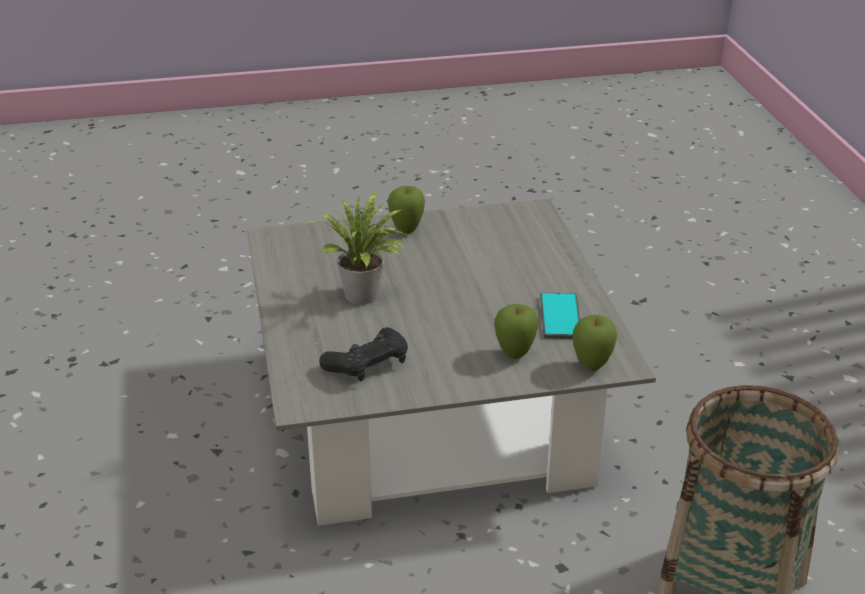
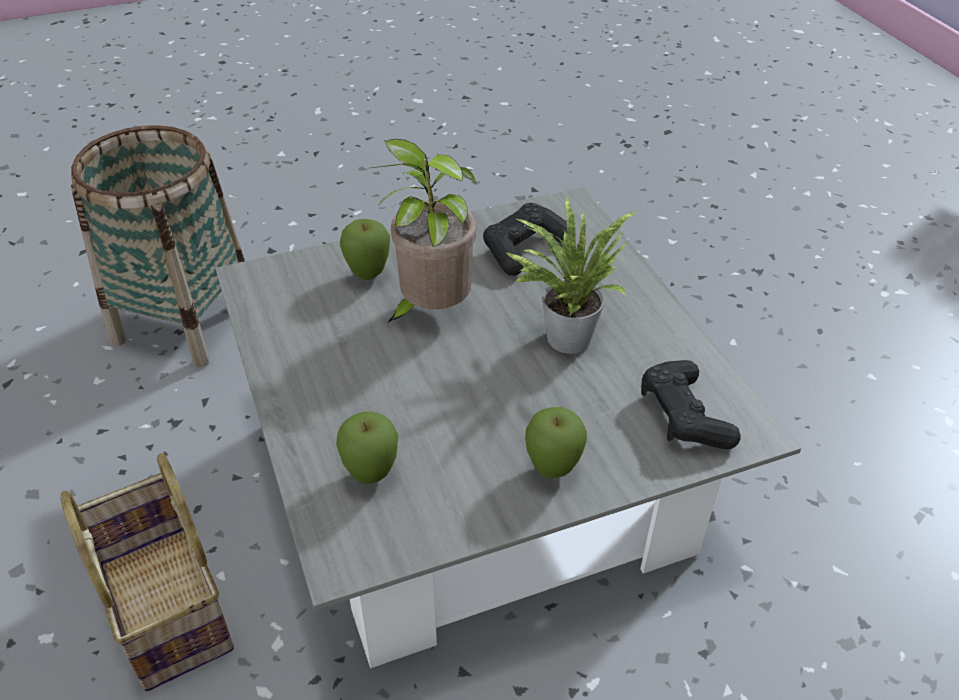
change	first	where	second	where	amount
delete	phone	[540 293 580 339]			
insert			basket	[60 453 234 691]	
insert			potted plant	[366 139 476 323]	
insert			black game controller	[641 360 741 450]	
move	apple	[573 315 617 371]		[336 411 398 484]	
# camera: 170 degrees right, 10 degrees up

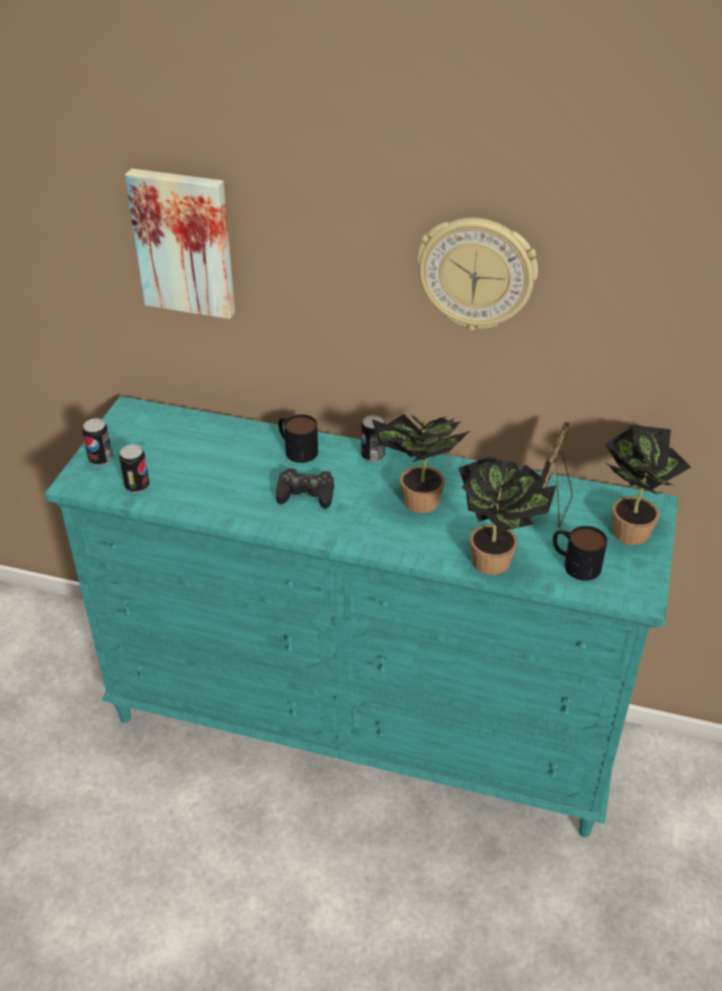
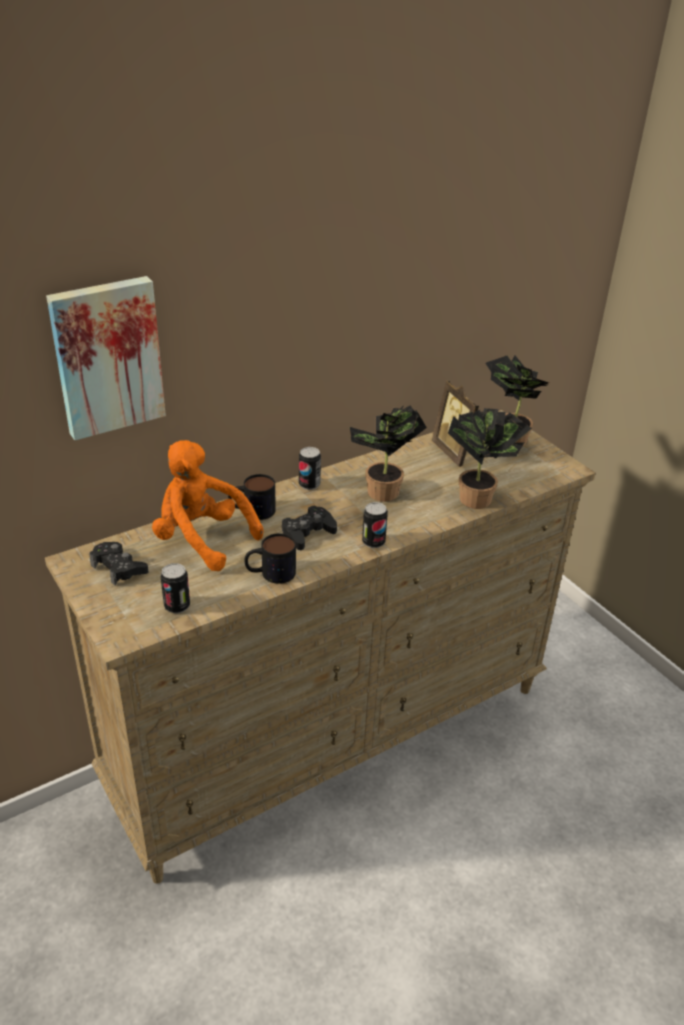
change	first	where	second	where	amount
delete	wall clock	[417 218 538 330]			
insert			black game controller	[89 542 148 585]	
insert			orange plush toy	[152 440 263 571]	
move	can	[82 418 113 466]		[362 502 388 548]	
move	mug	[553 526 607 581]		[244 533 296 584]	
recolor	turquoise dresser	[45 396 678 837]	beige dresser	[45 410 596 884]	
# camera: 50 degrees left, 5 degrees down

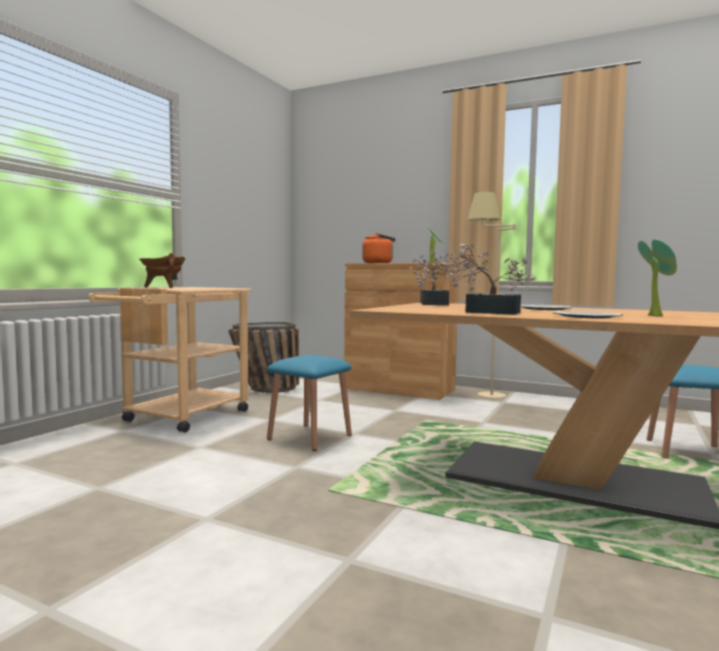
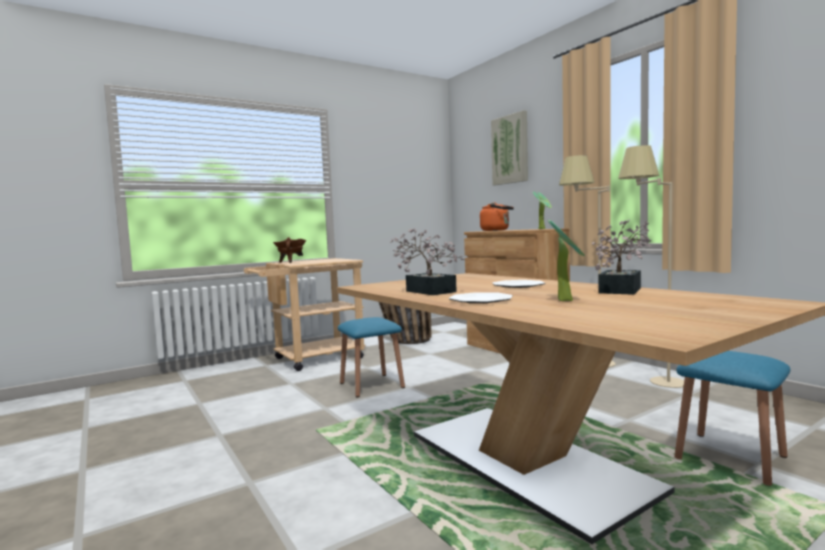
change	first	where	second	where	amount
insert			picture	[491 110 528 185]	
insert			beige floor lamp	[618 145 684 388]	
move	potted plant	[410 251 456 305]		[591 220 652 295]	
# camera: 30 degrees right, 0 degrees up

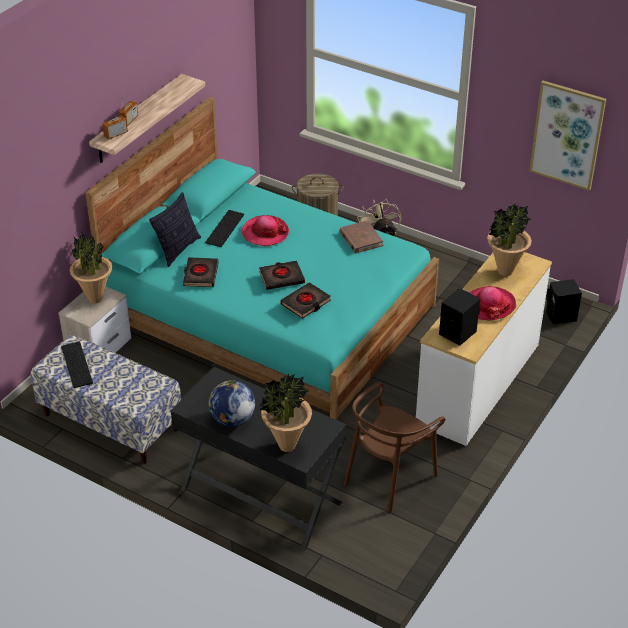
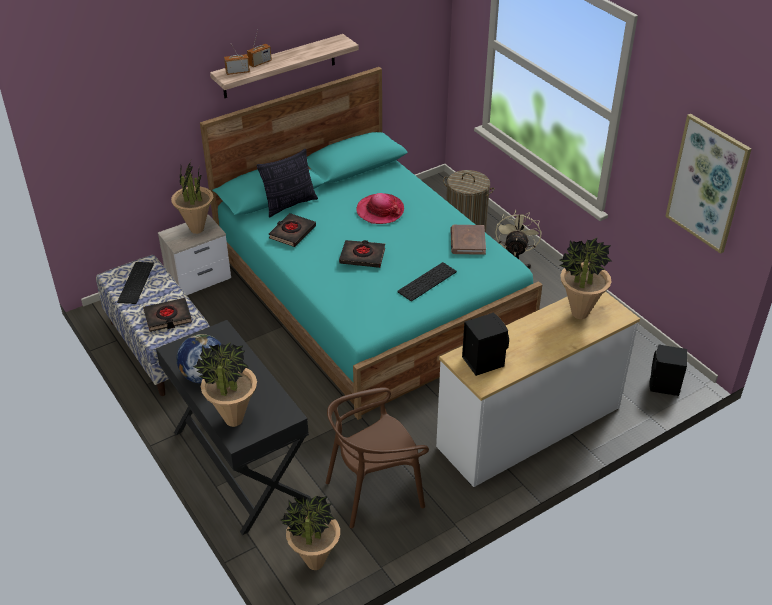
change	first	where	second	where	amount
delete	hat	[469 286 516 320]			
insert			potted plant	[280 496 340 570]	
move	keyboard	[205 210 244 247]		[397 262 457 301]	
move	black book	[280 282 331 319]		[143 298 192 332]	
# camera: 25 degrees right, 0 degrees up

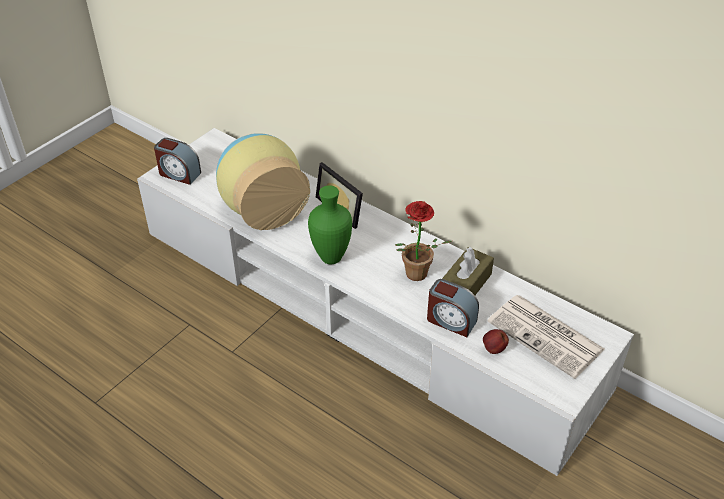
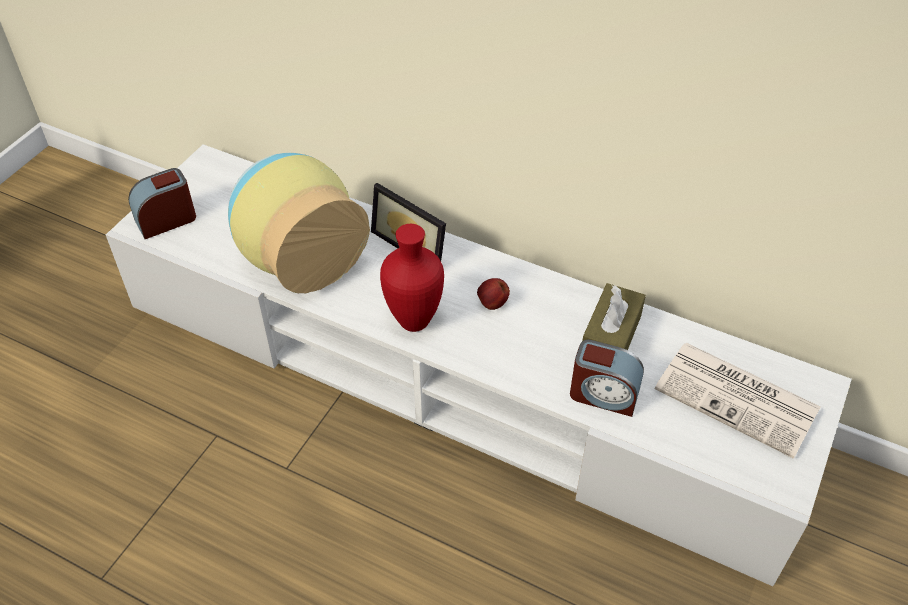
change	first	where	second	where	amount
delete	potted plant	[395 201 452 281]			
move	apple	[483 329 509 354]		[477 278 510 310]	
recolor	green vase	[308 186 352 264]	red vase	[380 224 444 332]	
rotate	alarm clock	[154 138 201 185]		[128 168 196 239]	135 degrees clockwise
# camera: 10 degrees left, 5 degrees up

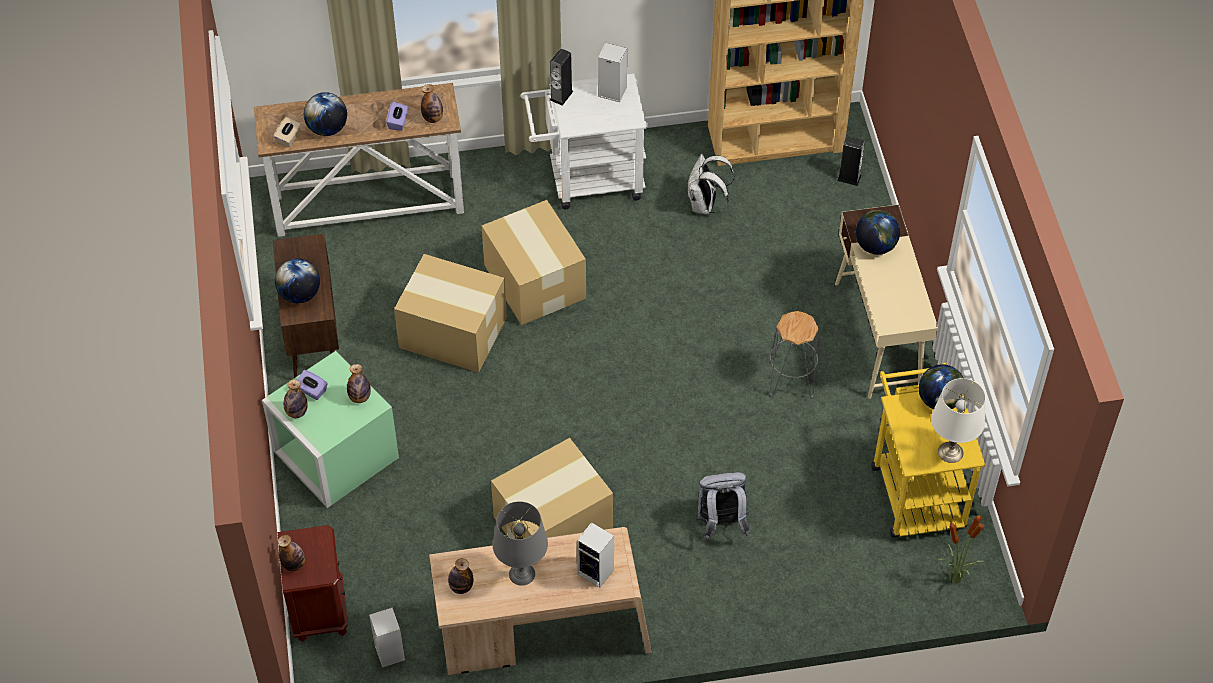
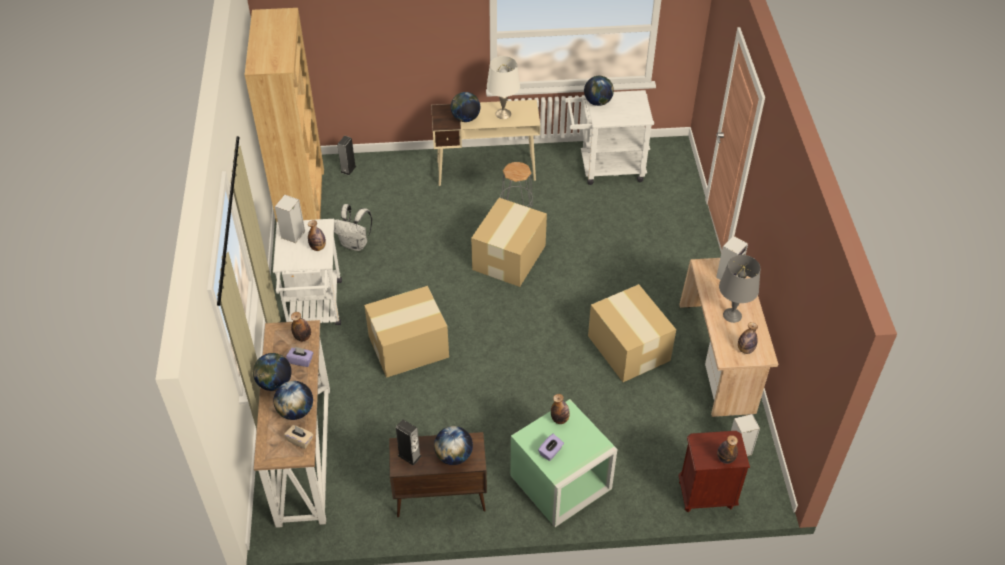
change	first	where	second	where	amount
delete	grey backpack	[696 472 750 540]			
delete	potted plant	[938 512 984 584]			
insert			globe	[253 353 292 391]	
move	bottle	[284 379 308 418]		[308 220 326 251]	
move	cardboard box	[394 254 507 373]		[471 198 547 287]	
move	speaker	[550 48 574 106]		[396 419 422 466]	
move	white table lamp	[931 378 986 463]		[487 56 520 119]	
recolor	yellow cart	[871 363 986 537]	white cart	[565 90 654 185]	
# camera: 85 degrees left, 5 degrees down

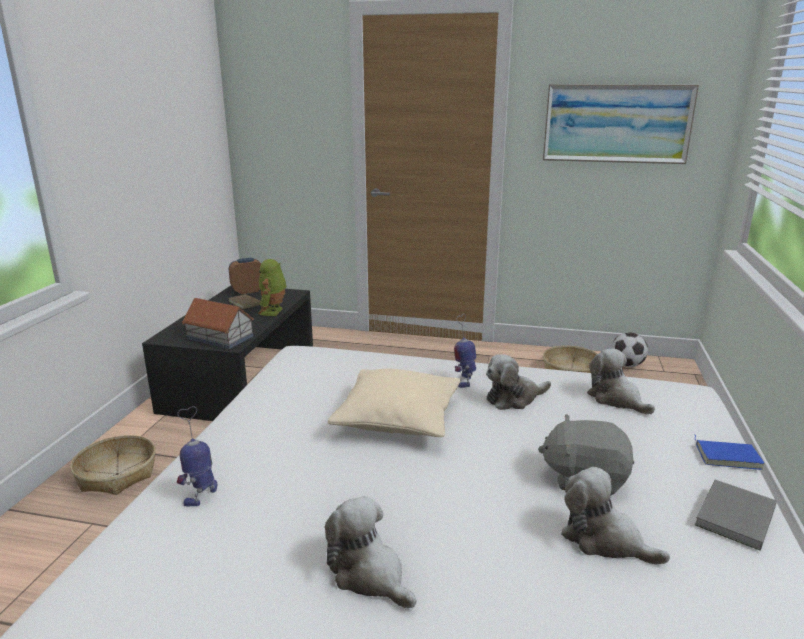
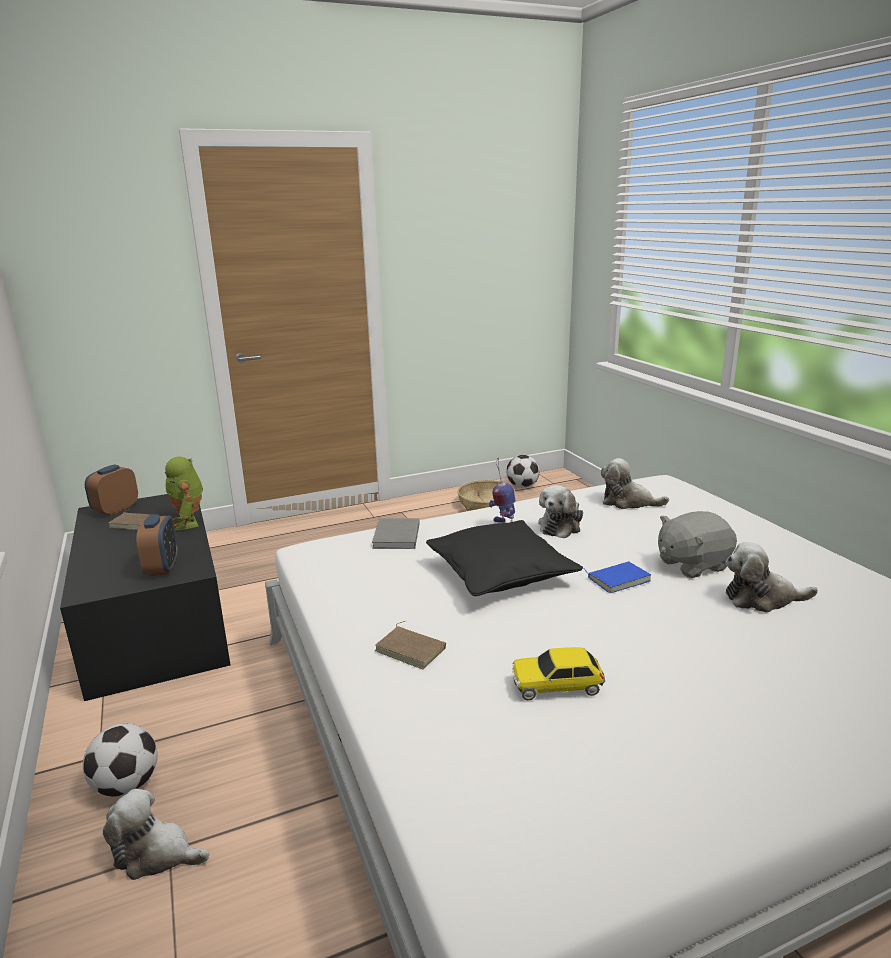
change	first	where	second	where	amount
delete	toy robot	[177 406 218 506]			
delete	picture	[543 84 699 164]			
insert			brown book	[375 621 446 669]	
insert			toy car	[512 647 605 701]	
move	plush toy	[325 496 416 608]		[103 789 209 880]	
move	blue book	[695 435 765 470]		[583 561 651 593]	
move	grey book	[695 480 777 551]		[372 518 420 549]	
replace	basket	[70 435 156 495]	football	[83 724 158 797]	
replace	toy house	[182 298 254 349]	alarm clock	[136 514 178 576]	
recolor	beige pillow	[328 369 461 437]	black pillow	[426 520 583 596]	
# camera: 35 degrees left, 0 degrees up

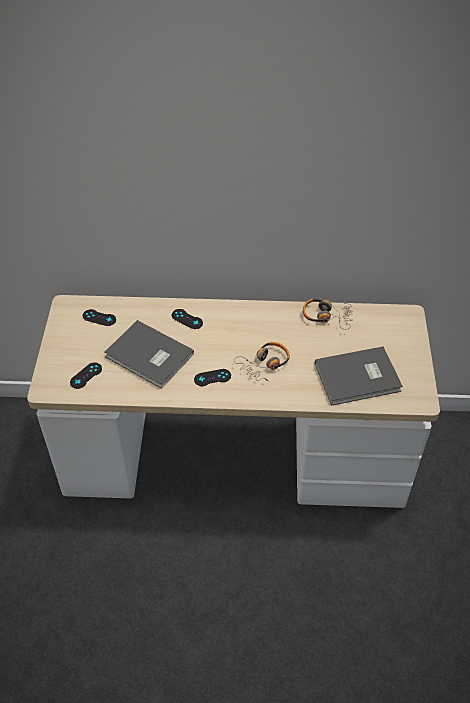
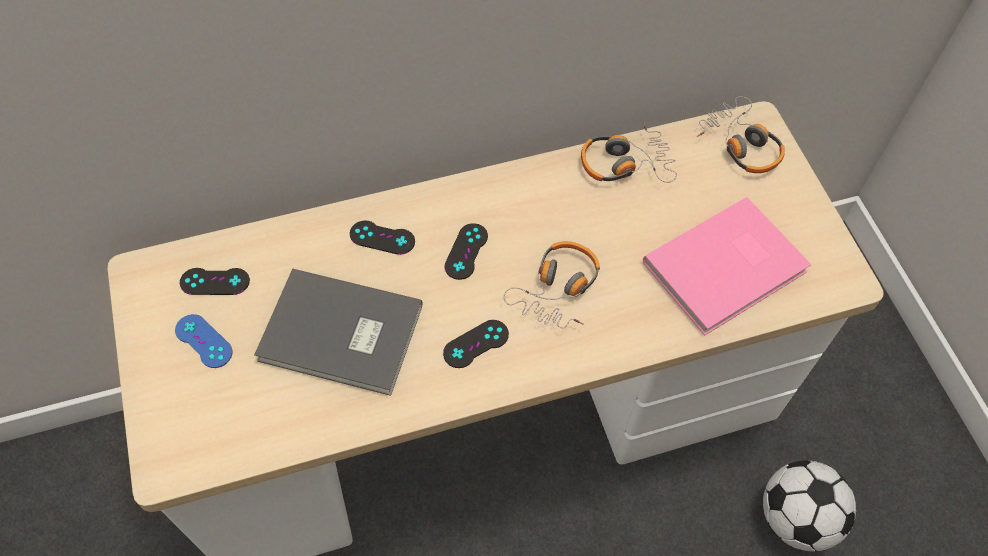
change	first	where	second	where	amount
insert			blue game controller	[175 314 233 368]	
insert			headphones	[697 96 785 173]	
insert			football	[763 460 856 552]	
move	black game controller	[70 362 102 389]		[444 223 488 280]	
recolor	grey book	[315 347 403 406]	pink book	[643 197 812 336]	
# camera: 20 degrees left, 10 degrees up

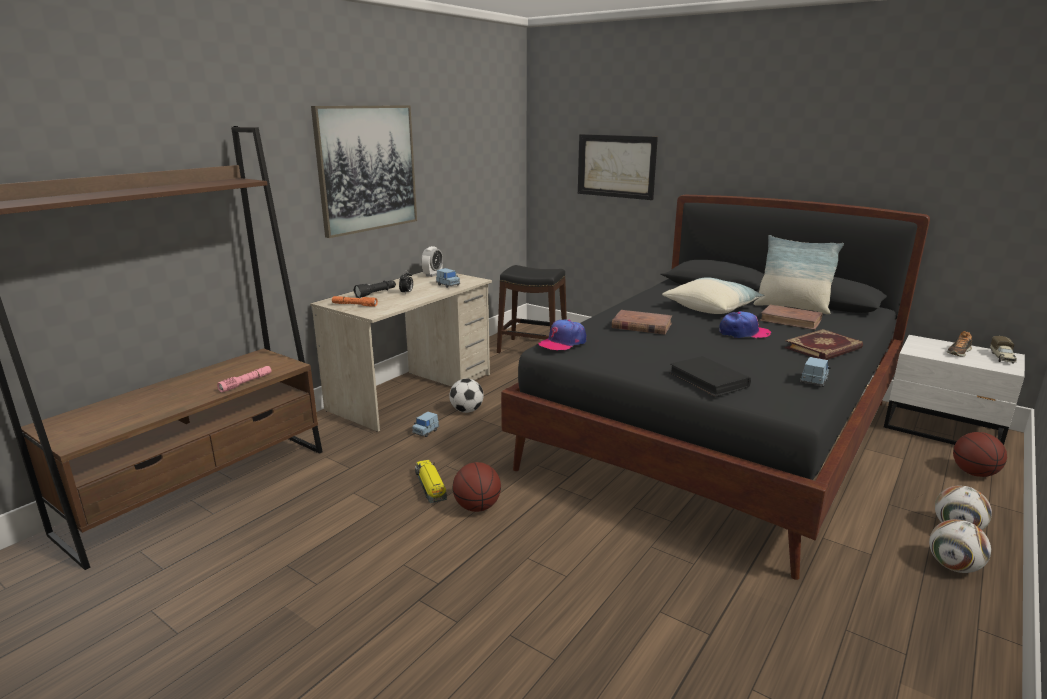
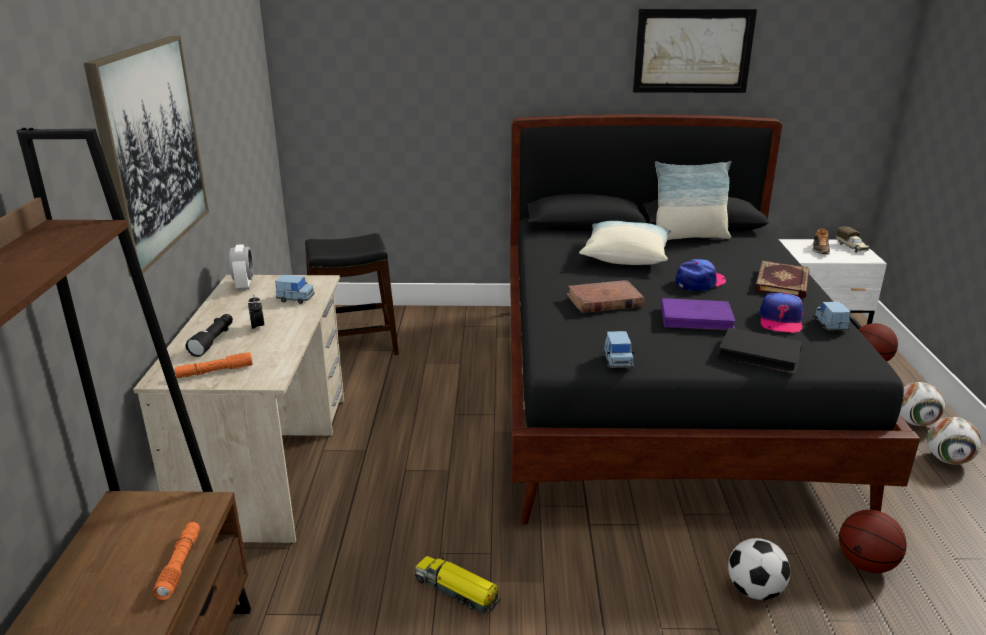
change	first	where	second	where	amount
delete	brown book	[760 305 822 330]			
insert			purple book	[661 298 735 330]	
move	blue toy car	[412 412 439 437]		[604 331 635 368]	
move	football	[449 379 484 413]		[728 538 790 600]	
move	basketball	[453 462 501 512]		[839 510 907 573]	
move	cap	[538 320 586 351]		[759 292 803 333]	
move	picture	[578 134 658 200]		[633 9 757 93]	
recolor	pink flashlight	[217 366 271 392]	orange flashlight	[153 522 200 600]	
# camera: 35 degrees left, 5 degrees up

